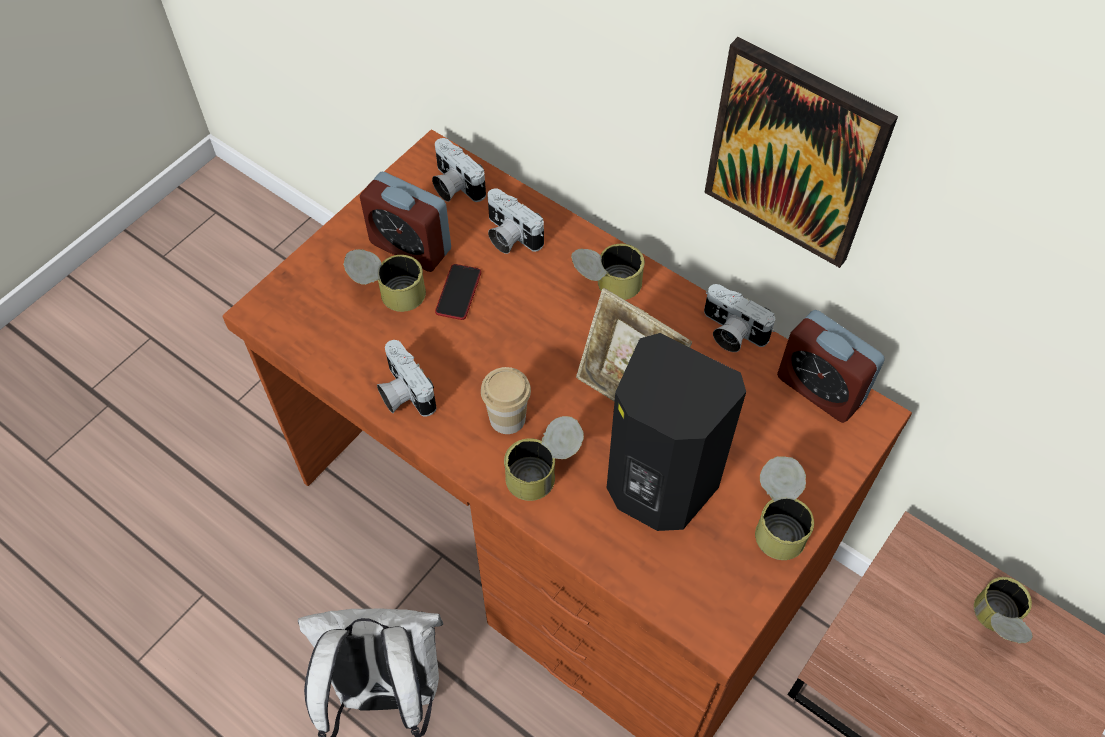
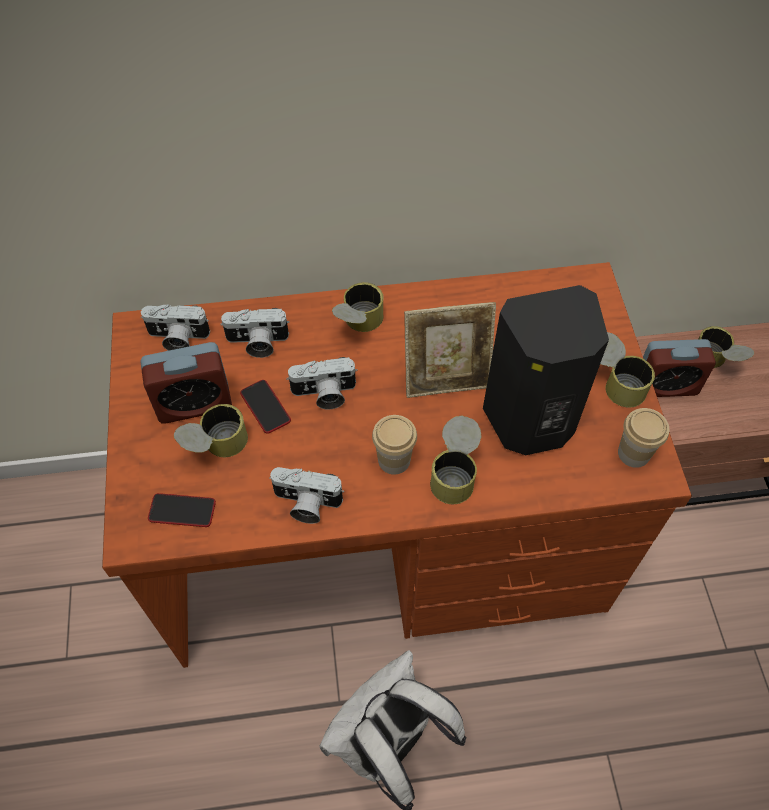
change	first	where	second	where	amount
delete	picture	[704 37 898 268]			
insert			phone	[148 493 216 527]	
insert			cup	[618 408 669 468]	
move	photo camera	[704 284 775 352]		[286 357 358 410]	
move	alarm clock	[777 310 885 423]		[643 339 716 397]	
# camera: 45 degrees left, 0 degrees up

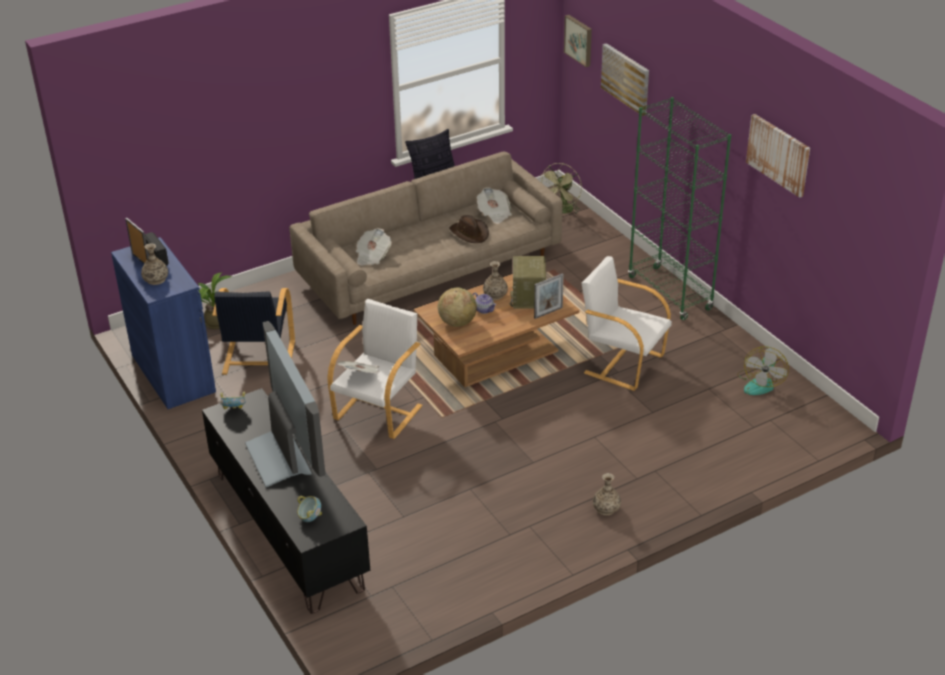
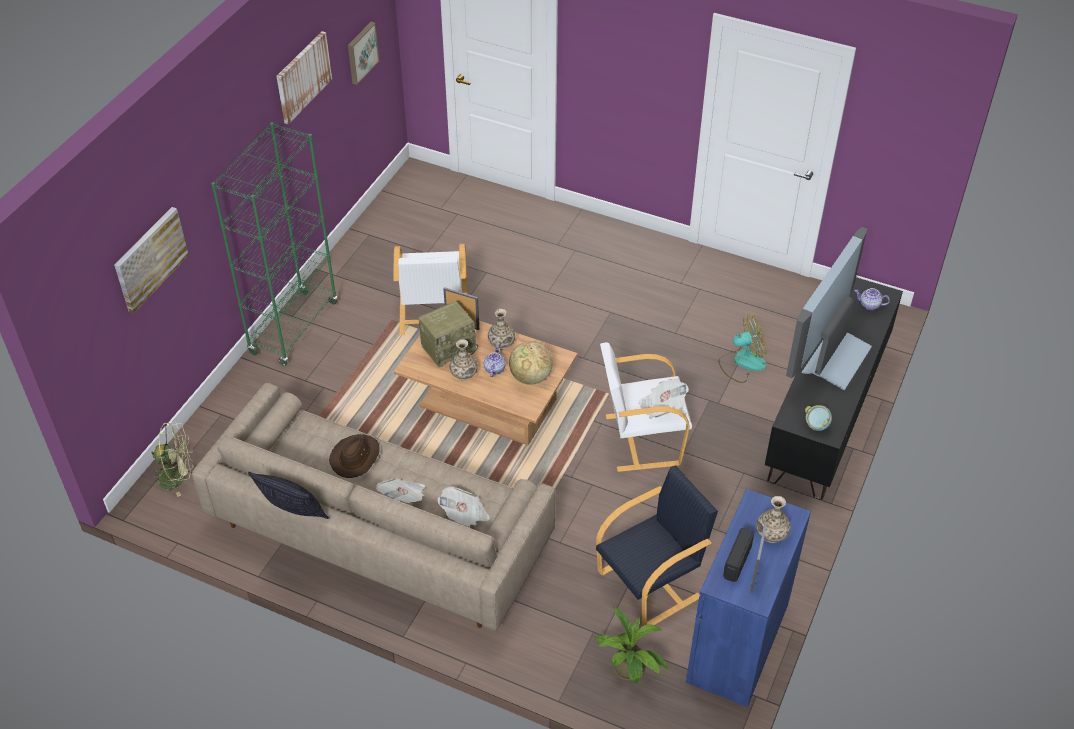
change	first	where	second	where	amount
move	newspaper	[477 187 512 224]		[376 478 425 503]	
move	picture	[564 15 592 67]		[348 22 380 85]	
move	vase	[593 473 621 515]		[488 309 515 350]	
move	fan	[737 347 789 395]		[718 314 767 383]	
replace	bowl	[297 496 322 522]	teapot	[855 288 890 310]	
# camera: 125 degrees left, 10 degrees up

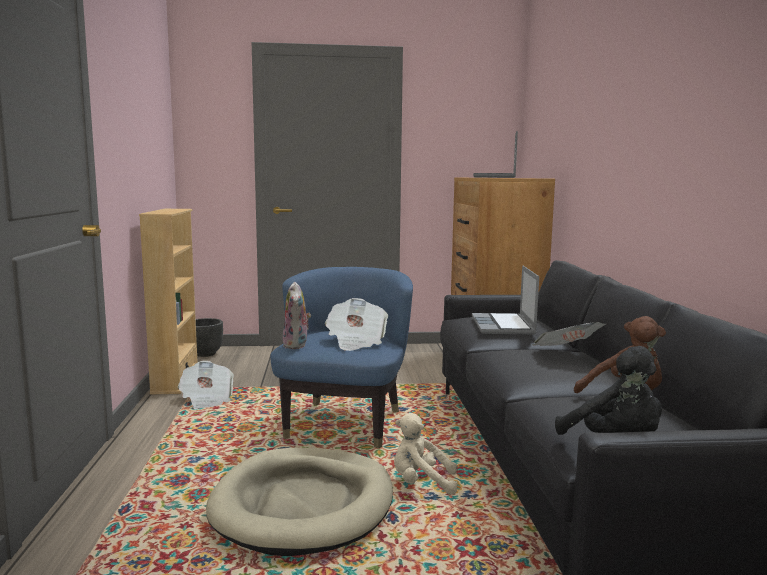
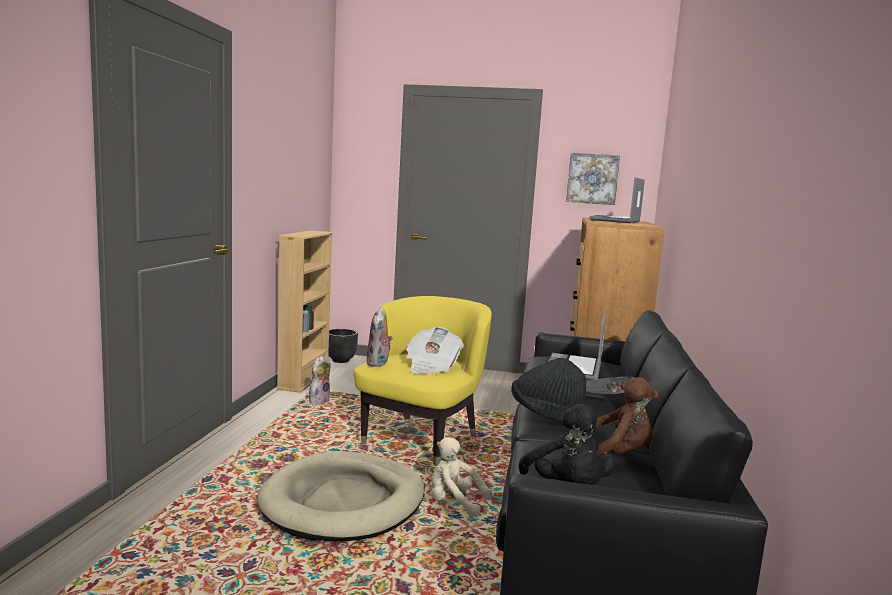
change	first	where	second	where	amount
insert			black hat	[511 358 586 422]	
insert			picture	[566 153 620 205]	
replace	newspaper	[178 361 234 410]	plush toy	[309 356 330 406]	
recolor	blue armchair	[270 267 413 449]	yellow armchair	[354 296 492 466]	
# camera: 15 degrees right, 0 degrees up

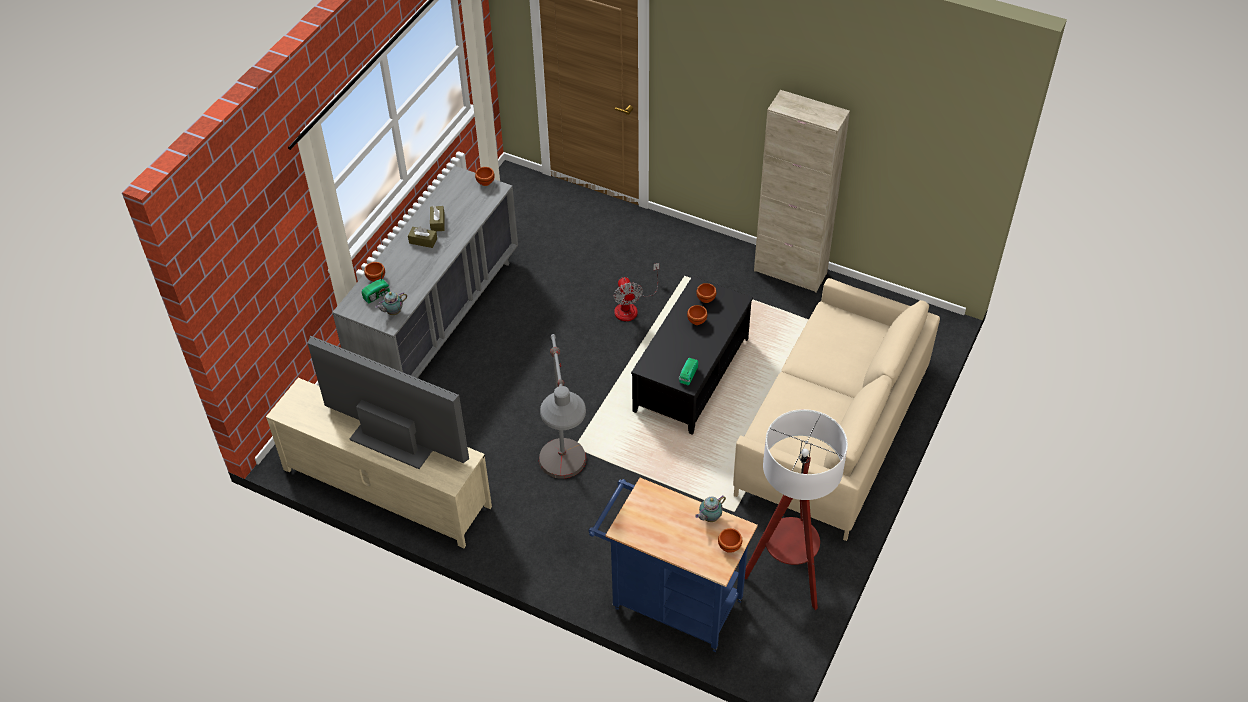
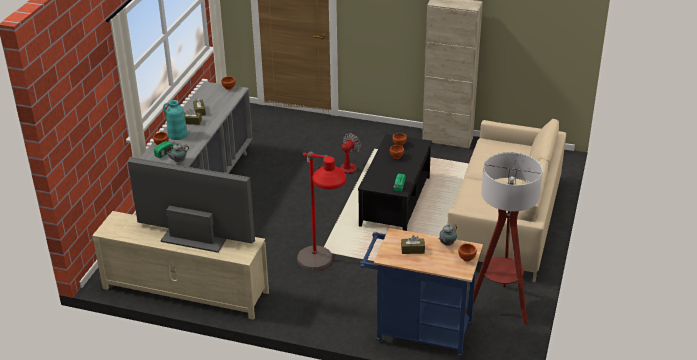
change	first	where	second	where	amount
insert			turquoise vase	[163 100 187 140]	
insert			brown tissue box	[401 235 425 254]	
recolor	grey floor lamp	[539 334 586 479]	red floor lamp	[297 152 346 270]	
rotate	fan	[614 263 659 321]		[307 133 361 174]	120 degrees counterclockwise
# camera: 10 degrees left, 15 degrees down

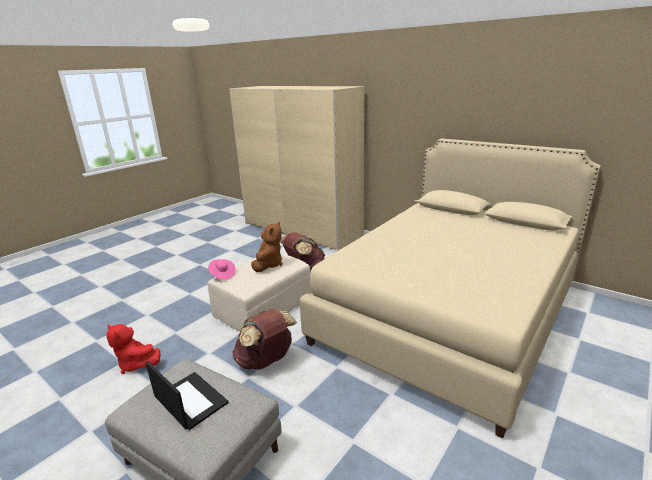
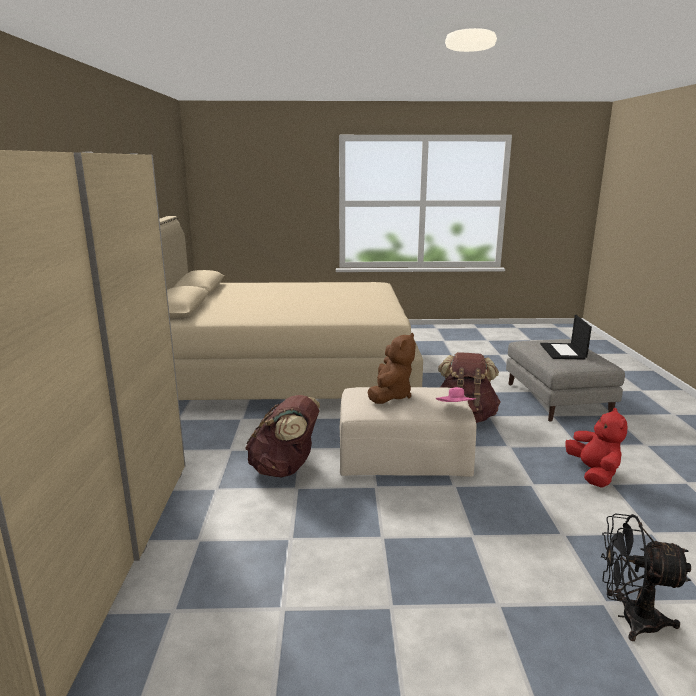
change	first	where	second	where	amount
insert			black fan	[601 513 691 641]	
rotate	brown plush toy	[251 222 283 272]		[367 333 416 404]	135 degrees clockwise
# camera: 130 degrees left, 5 degrees down

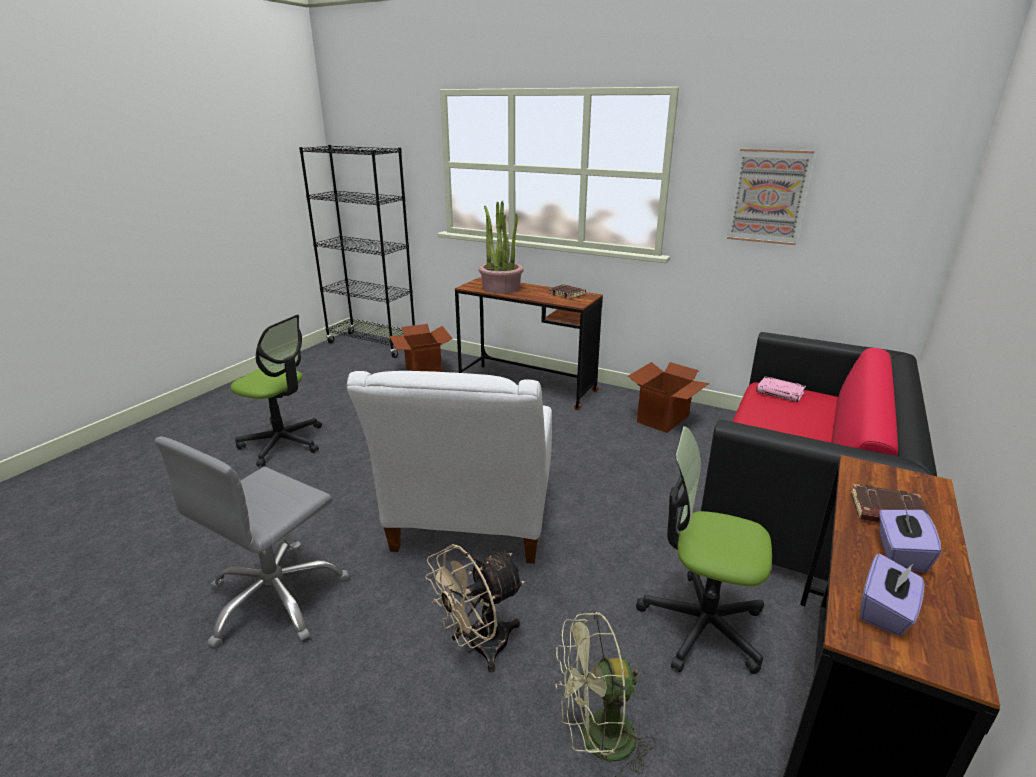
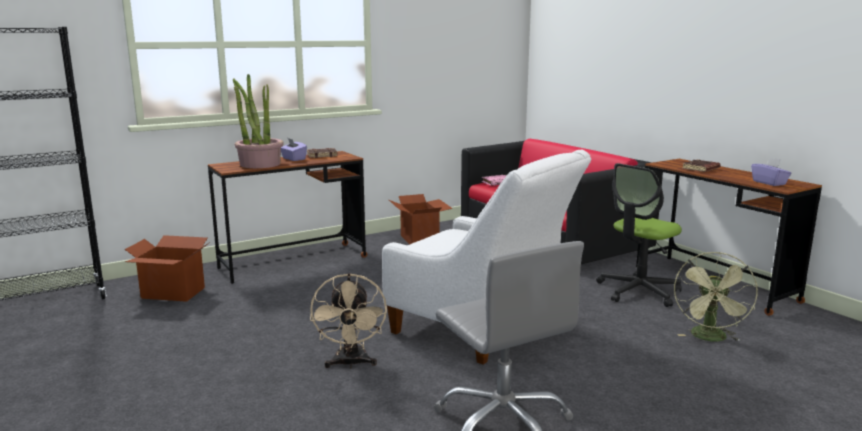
change	first	where	second	where	amount
delete	office chair	[231 315 322 467]			
delete	picture	[727 149 814 245]			
move	beige fan	[425 544 525 672]		[310 273 387 368]	
move	purple tissue box	[879 506 941 572]		[281 138 307 161]	
# camera: 60 degrees left, 10 degrees down

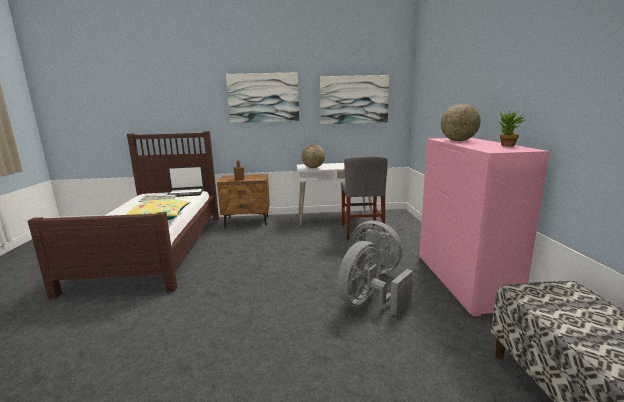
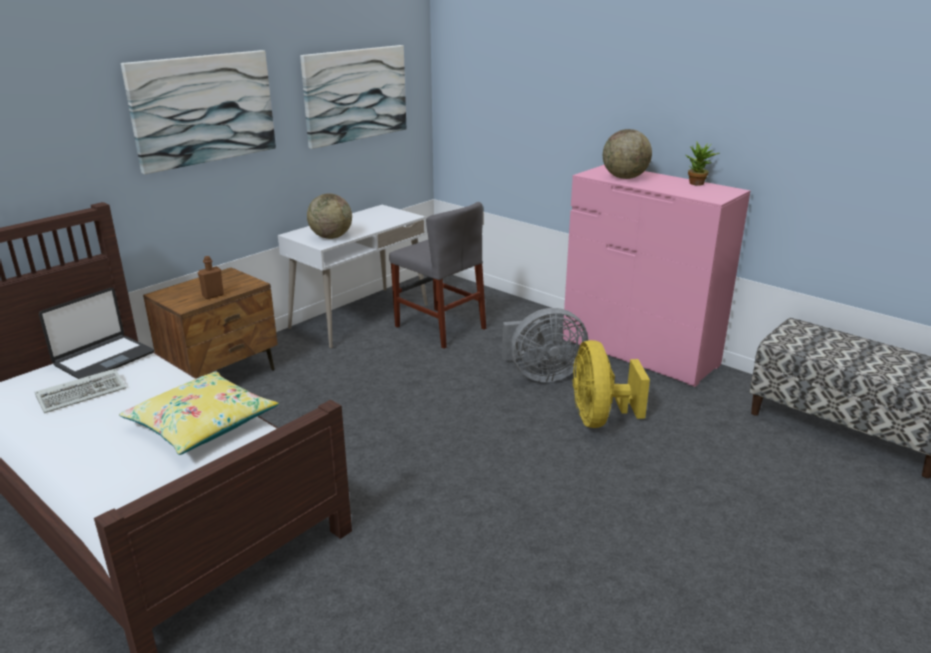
change	first	where	second	where	amount
recolor	grey fan	[337 241 413 316]	yellow fan	[573 340 650 428]	
# camera: 45 degrees left, 10 degrees up

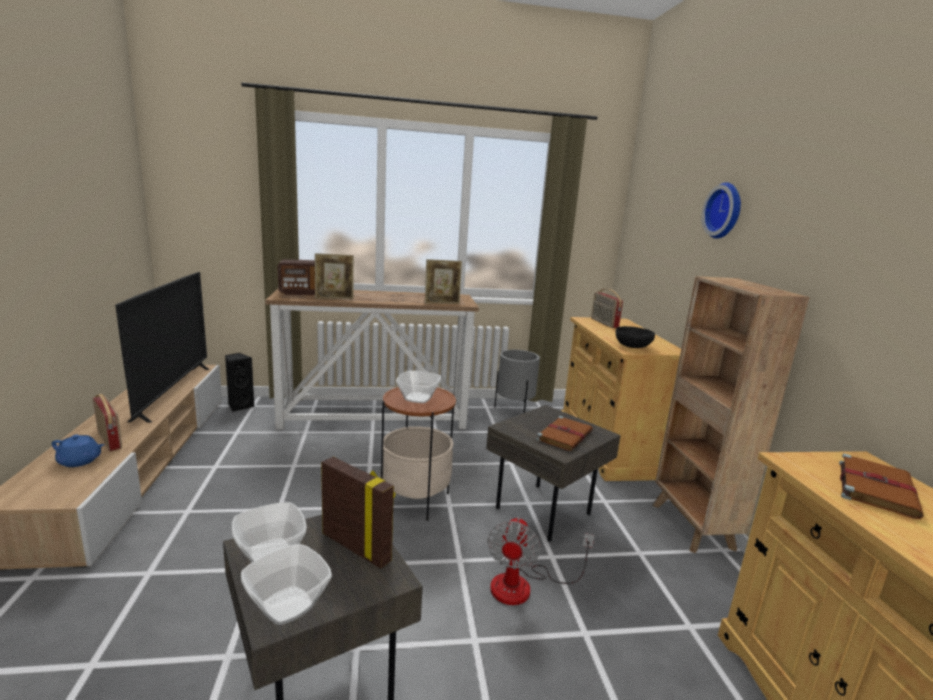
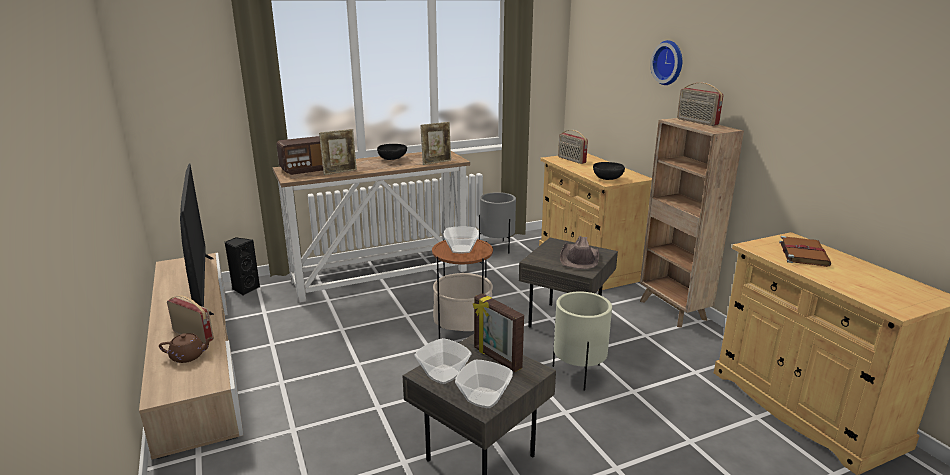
change	first	where	second	where	amount
insert			black bowl	[377 144 407 160]	
insert			radio	[677 82 724 126]	
replace	fan	[487 517 594 605]	beige planter	[553 291 612 391]	
replace	brown book	[536 416 593 451]	brown hat	[560 236 599 269]	
recolor	blue teapot	[52 435 105 467]	brown teapot	[159 333 214 363]	
rotate	picture frame	[321 457 395 569]		[473 293 524 372]	150 degrees counterclockwise
# camera: 15 degrees left, 5 degrees up

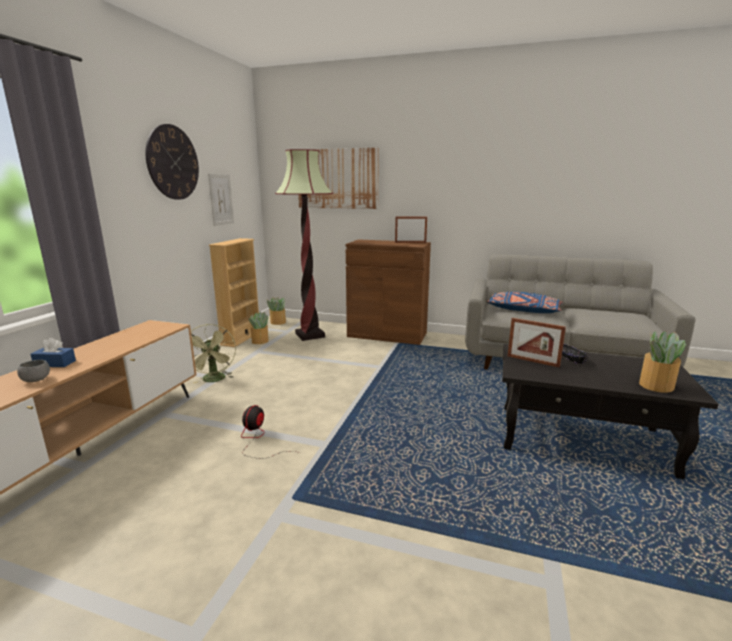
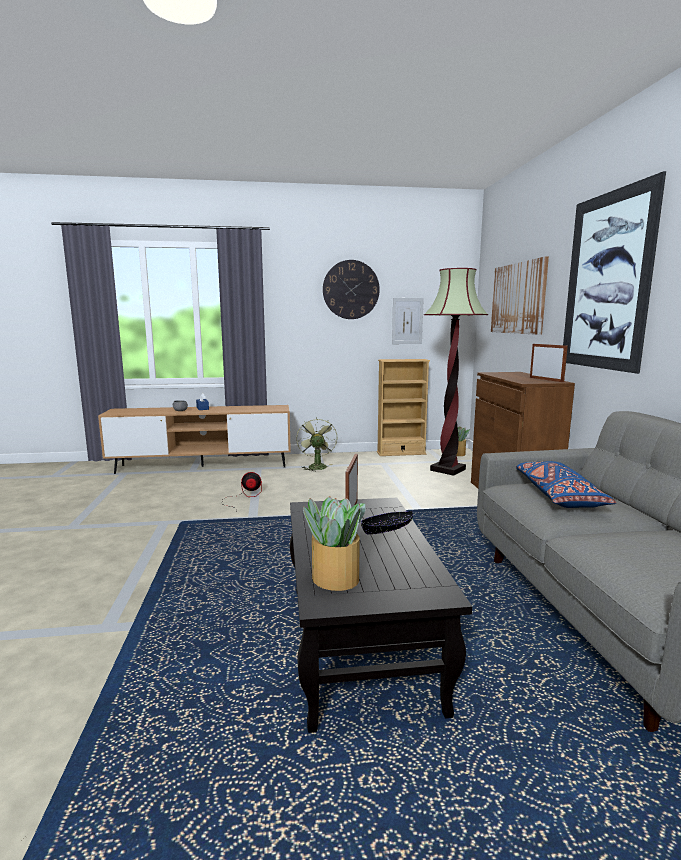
change	first	where	second	where	amount
delete	potted plant	[248 312 269 344]			
insert			picture	[563 171 666 374]	
rotate	green fan	[191 324 236 383]		[296 417 338 472]	120 degrees clockwise
# camera: 65 degrees right, 5 degrees down

